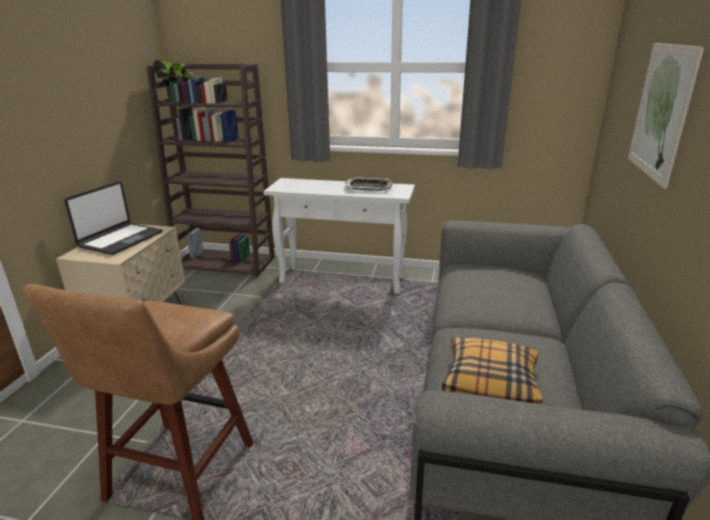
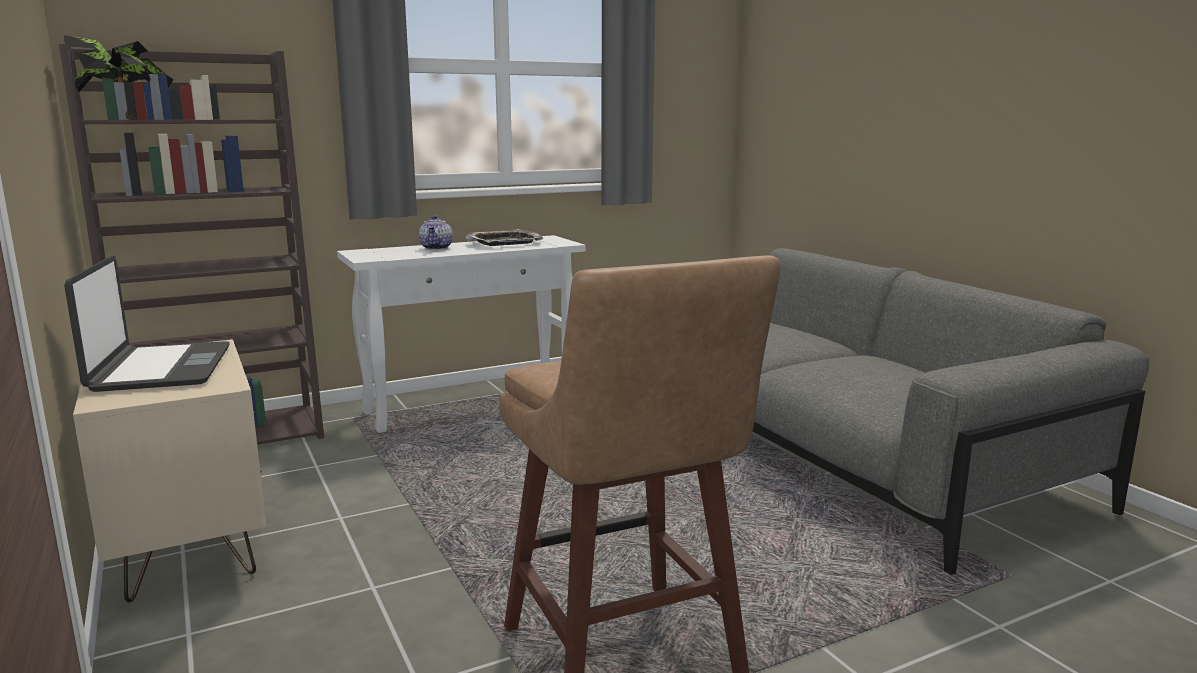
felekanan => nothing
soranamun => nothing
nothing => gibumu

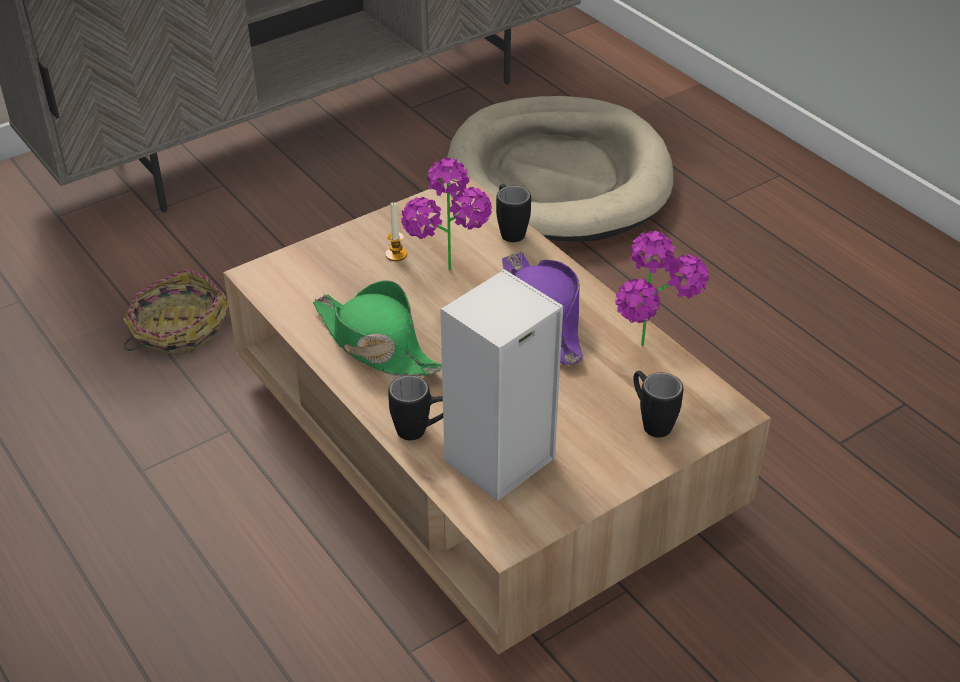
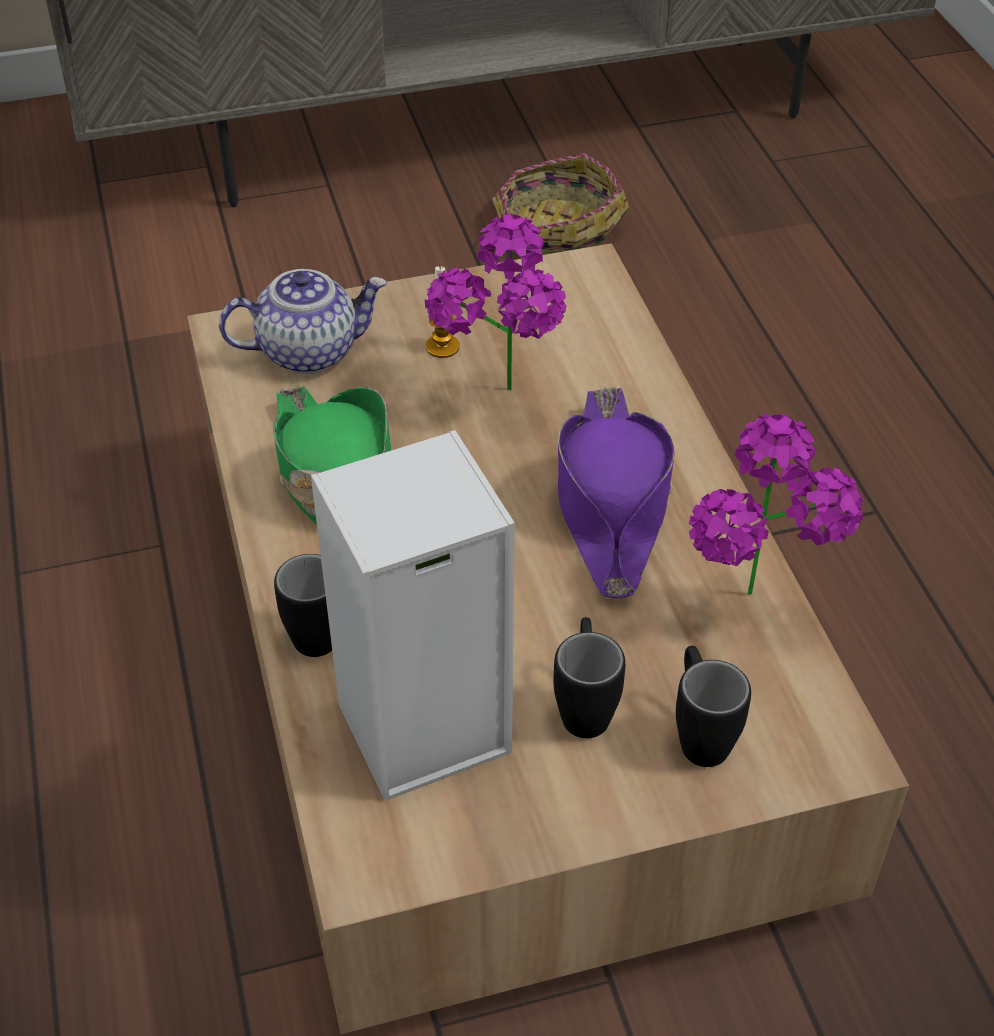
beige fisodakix => nothing
nothing => gibumu
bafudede, moved
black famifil (2nd from left), moved

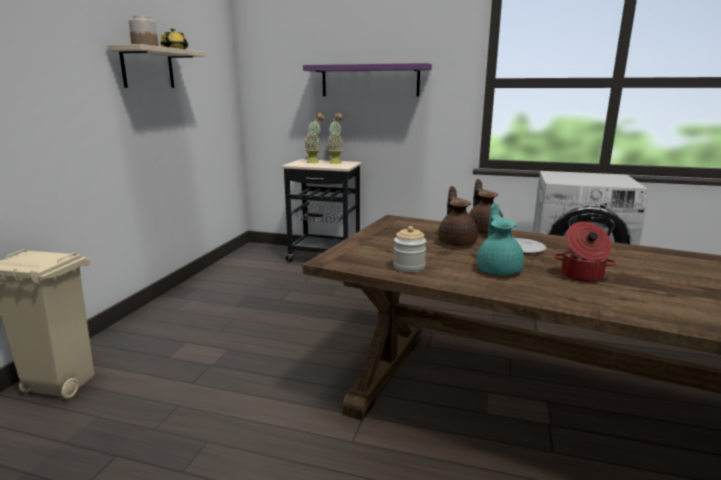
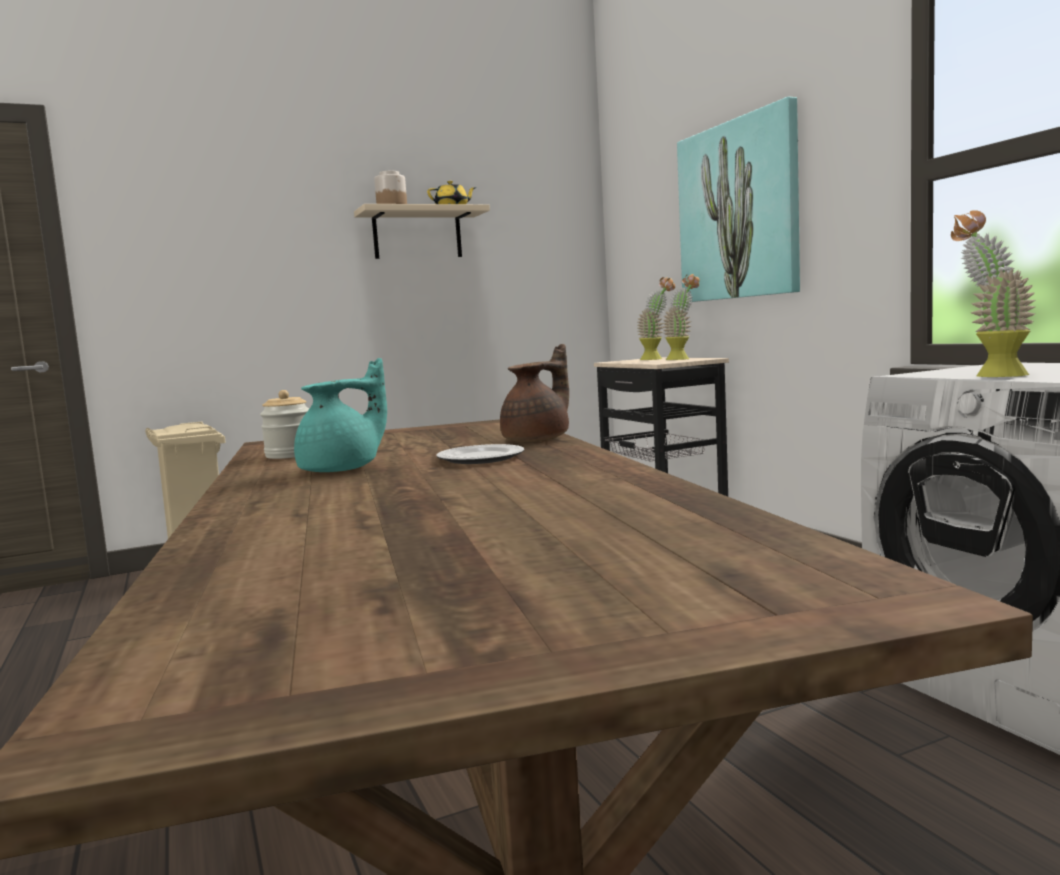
brown gibumu (1st from left) => nothing
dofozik => nothing
nothing => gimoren (3rd from left)
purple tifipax => soranamun

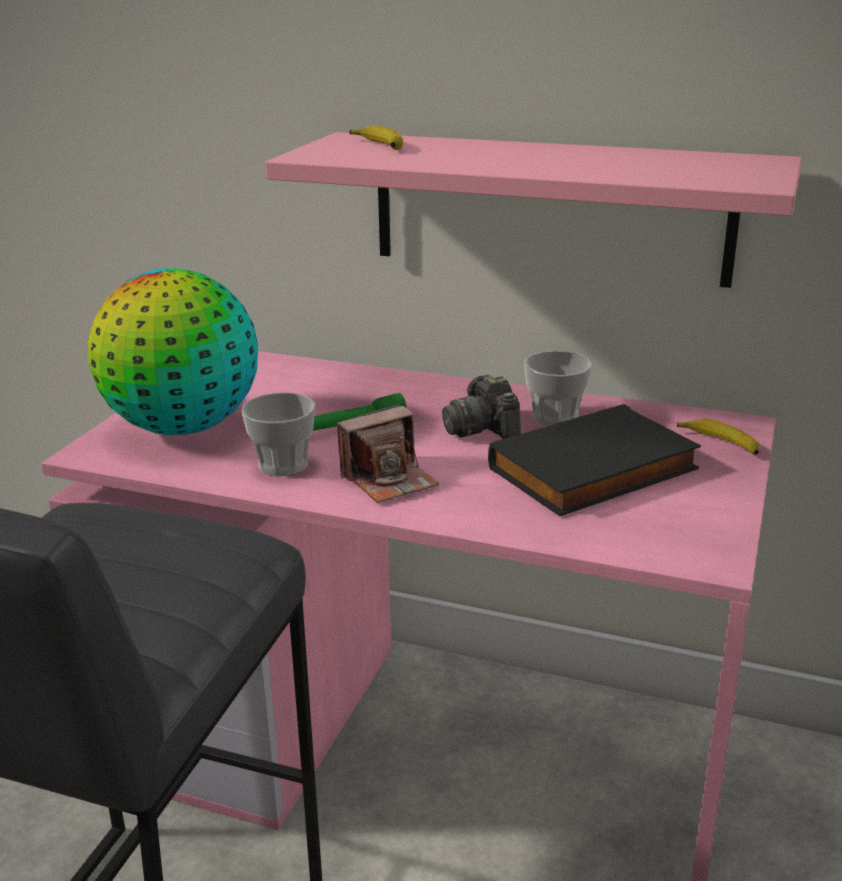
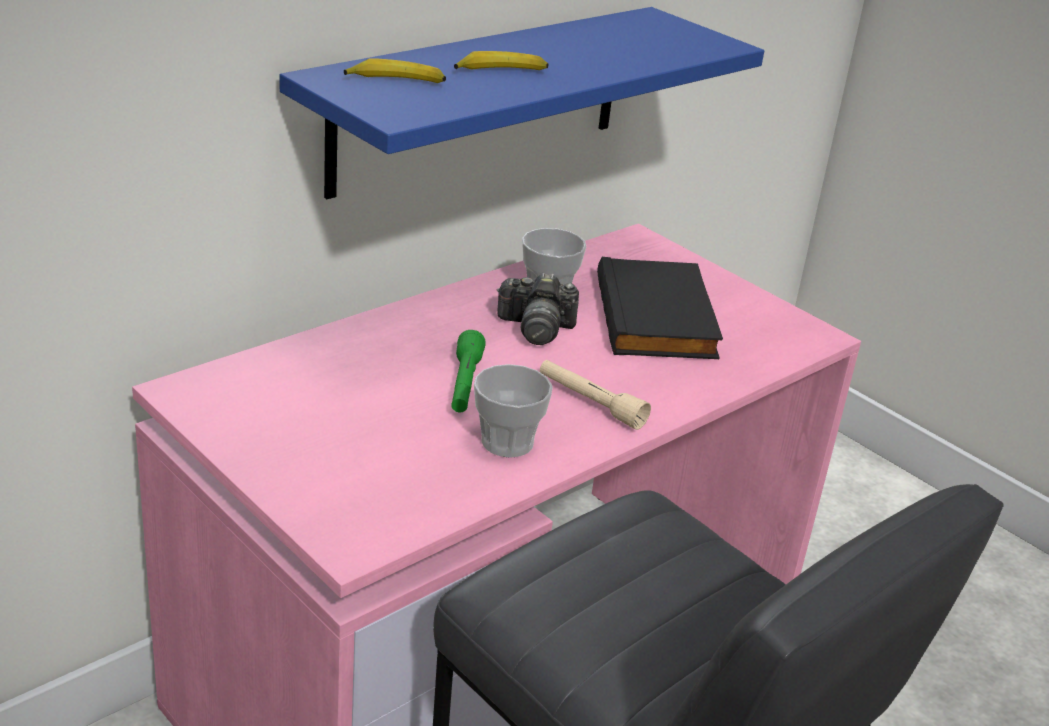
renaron => nothing
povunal (2nd from left), moved
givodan (1st from left) => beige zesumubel
pink tifipax => blue tifipax

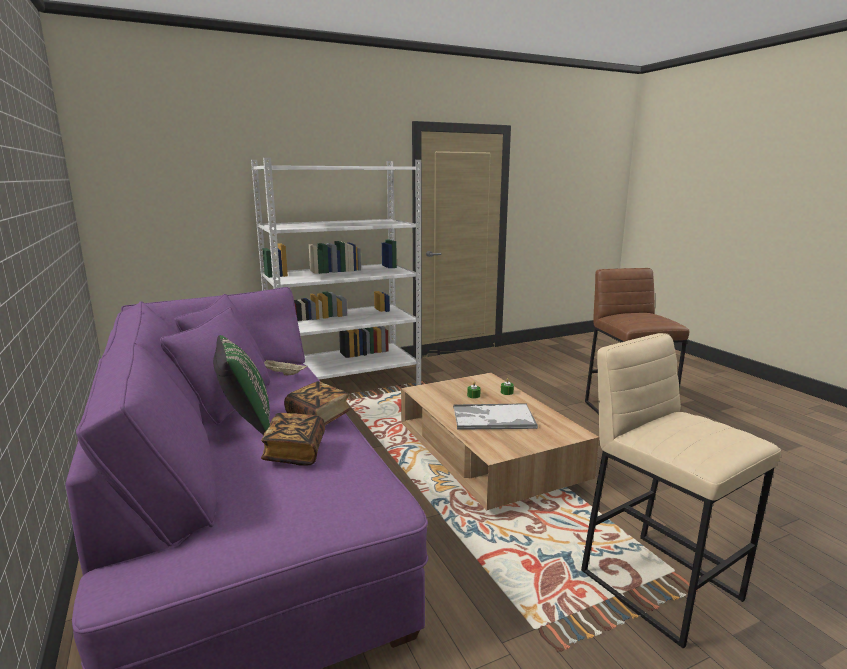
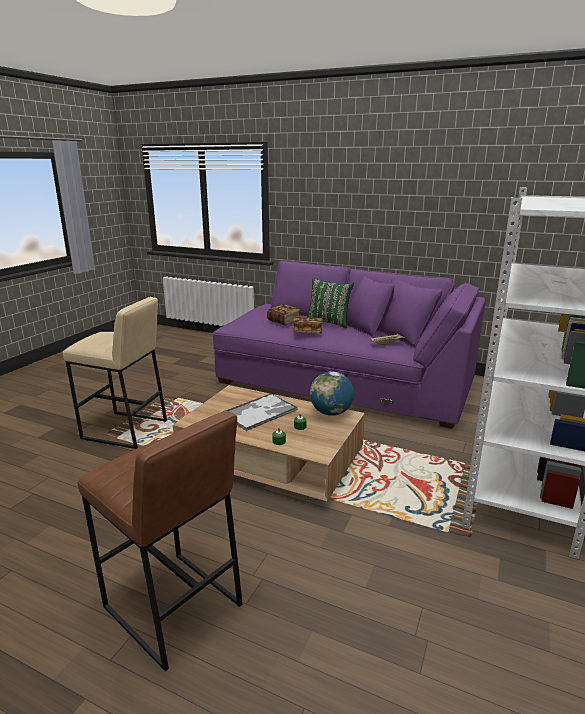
nothing => renaron

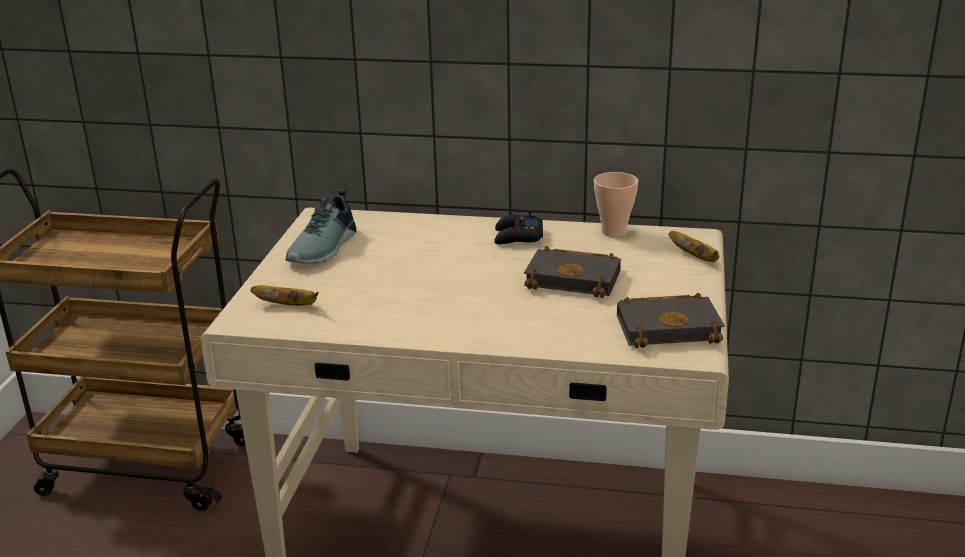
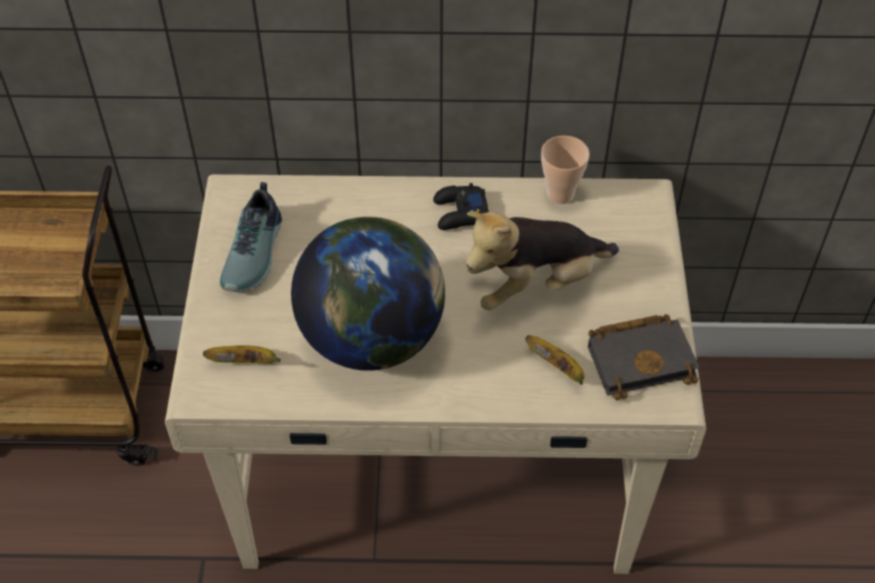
nothing => renaron
povunal (2nd from left), moved
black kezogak (1st from left) => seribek

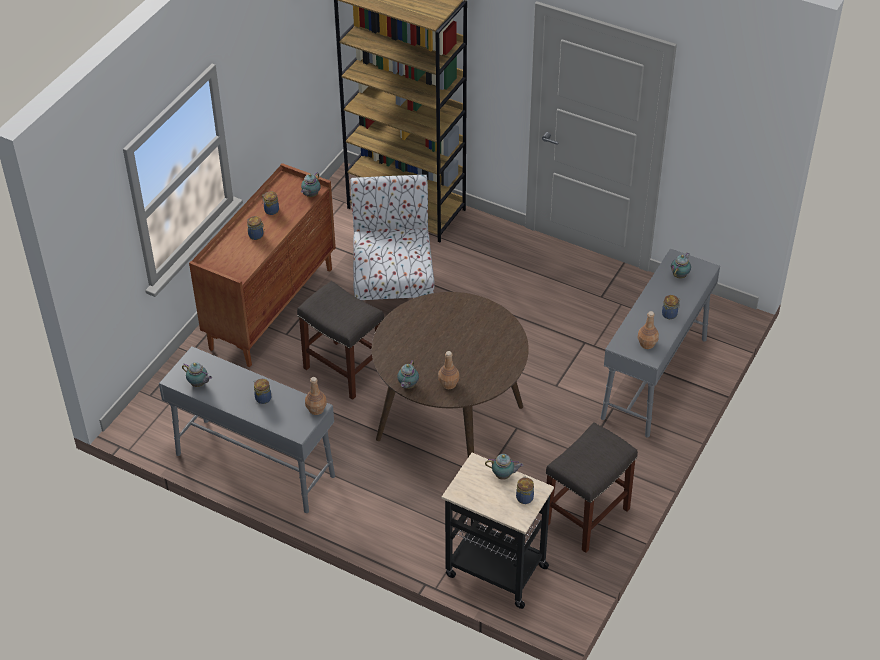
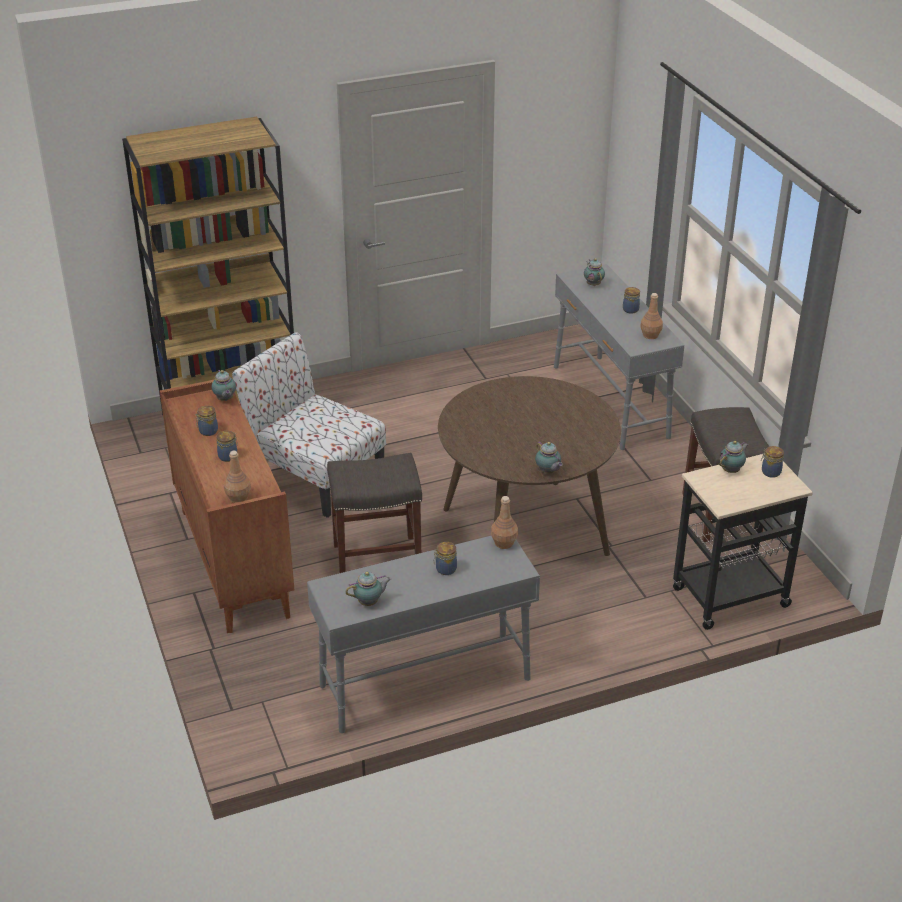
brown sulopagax (2nd from left in the first image) => brown sulopagax (1st from left), moved

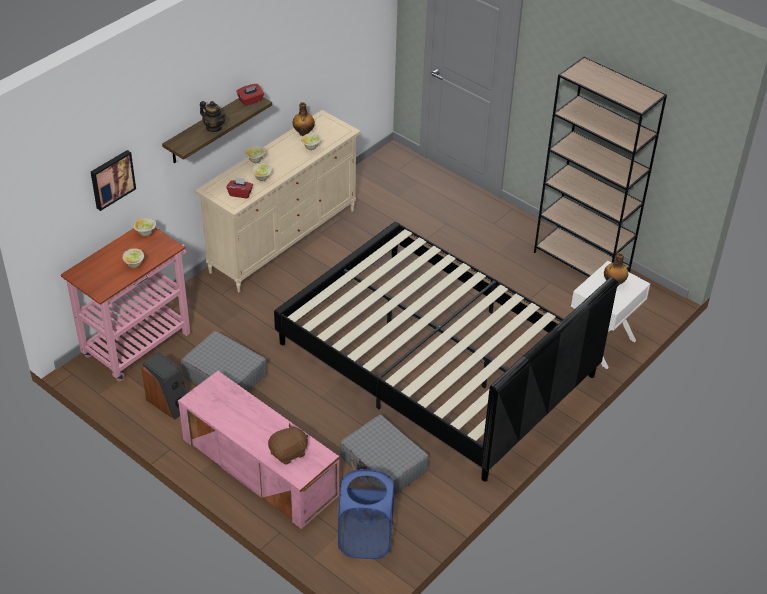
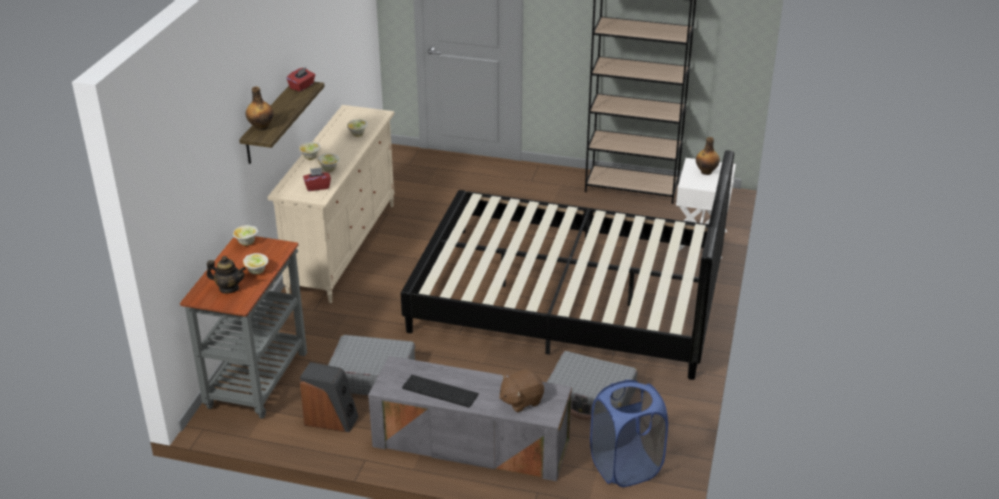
soranamun => nothing
nothing => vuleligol
gibumu, moved
sulopagax (1st from left), moved
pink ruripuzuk => grey ruripuzuk
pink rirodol => grey rirodol
brown seribek, 150 degrees counterclockwise

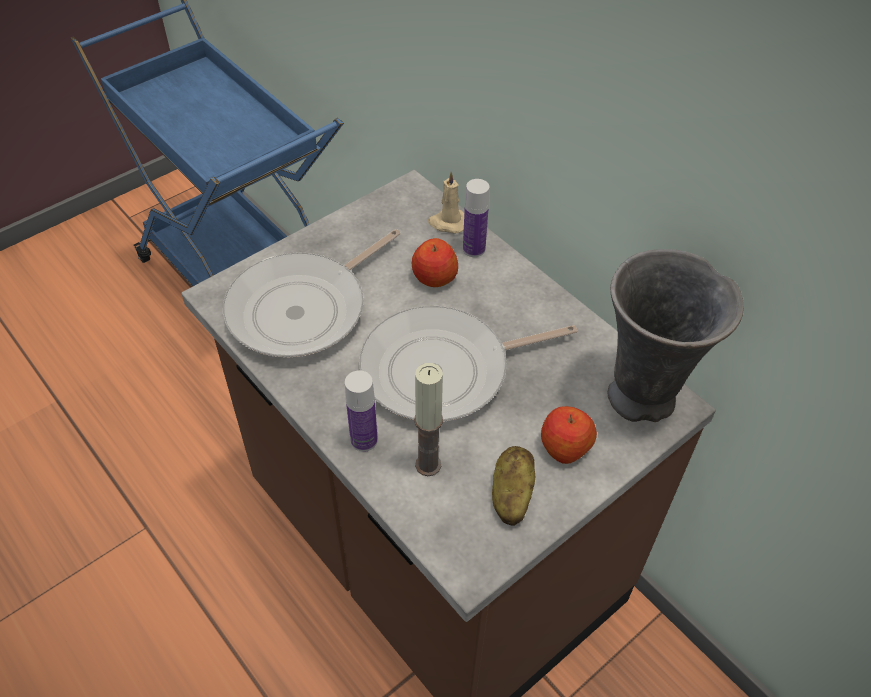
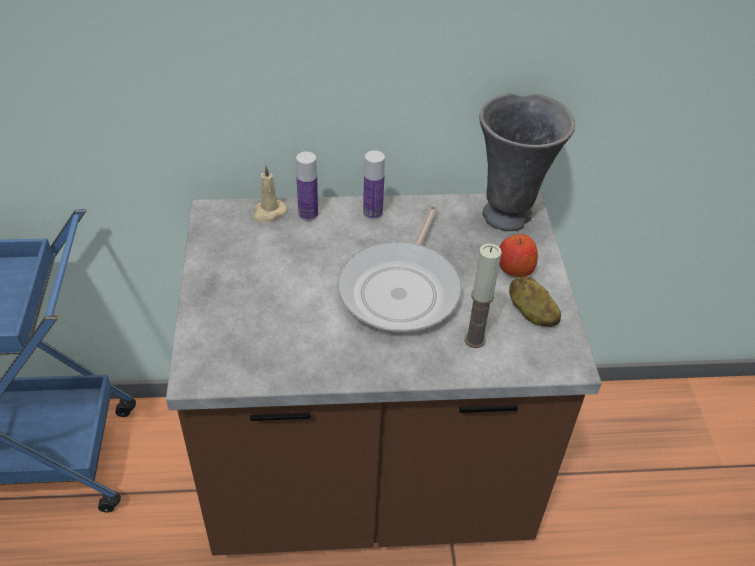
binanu (1st from left) => nothing
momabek (1st from left) => nothing
sulopagax (1st from left in the first image) => sulopagax (2nd from left), moved

